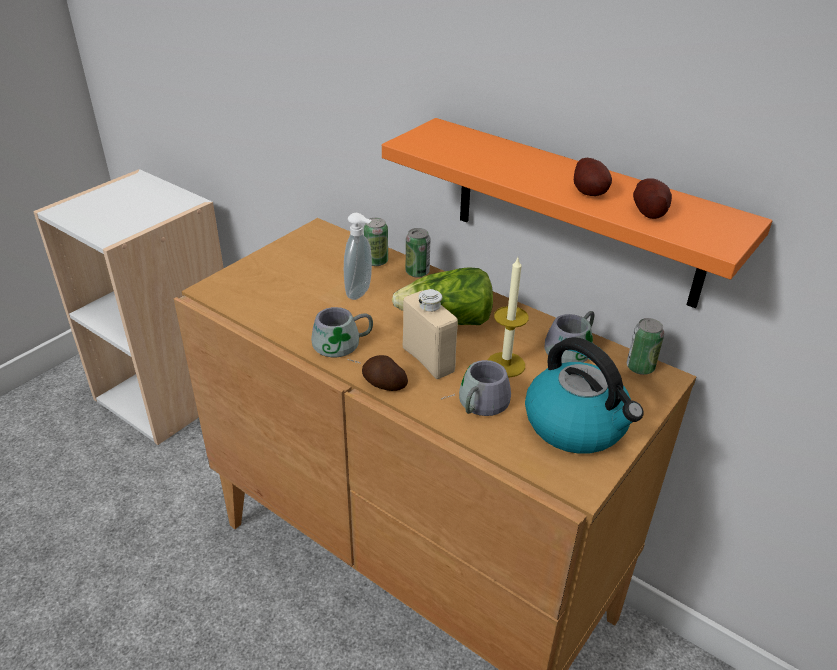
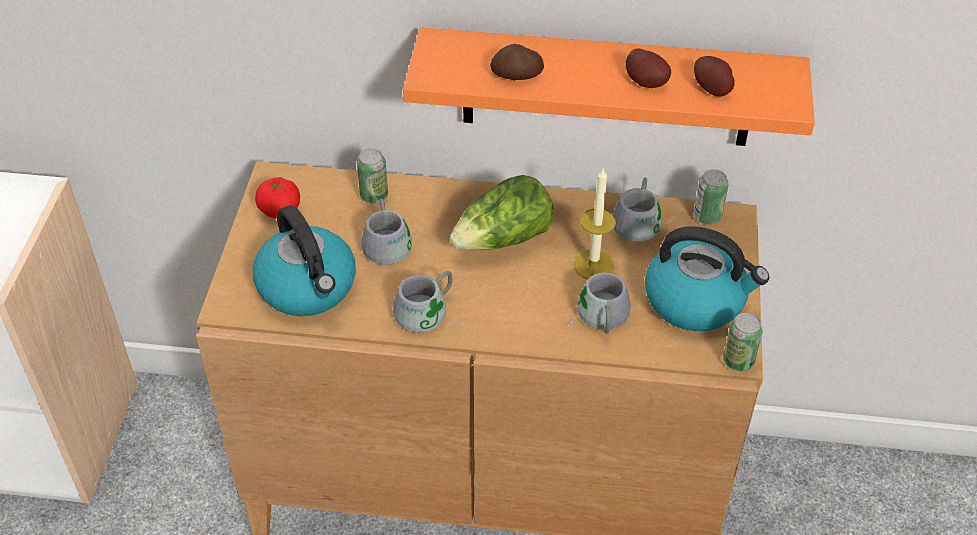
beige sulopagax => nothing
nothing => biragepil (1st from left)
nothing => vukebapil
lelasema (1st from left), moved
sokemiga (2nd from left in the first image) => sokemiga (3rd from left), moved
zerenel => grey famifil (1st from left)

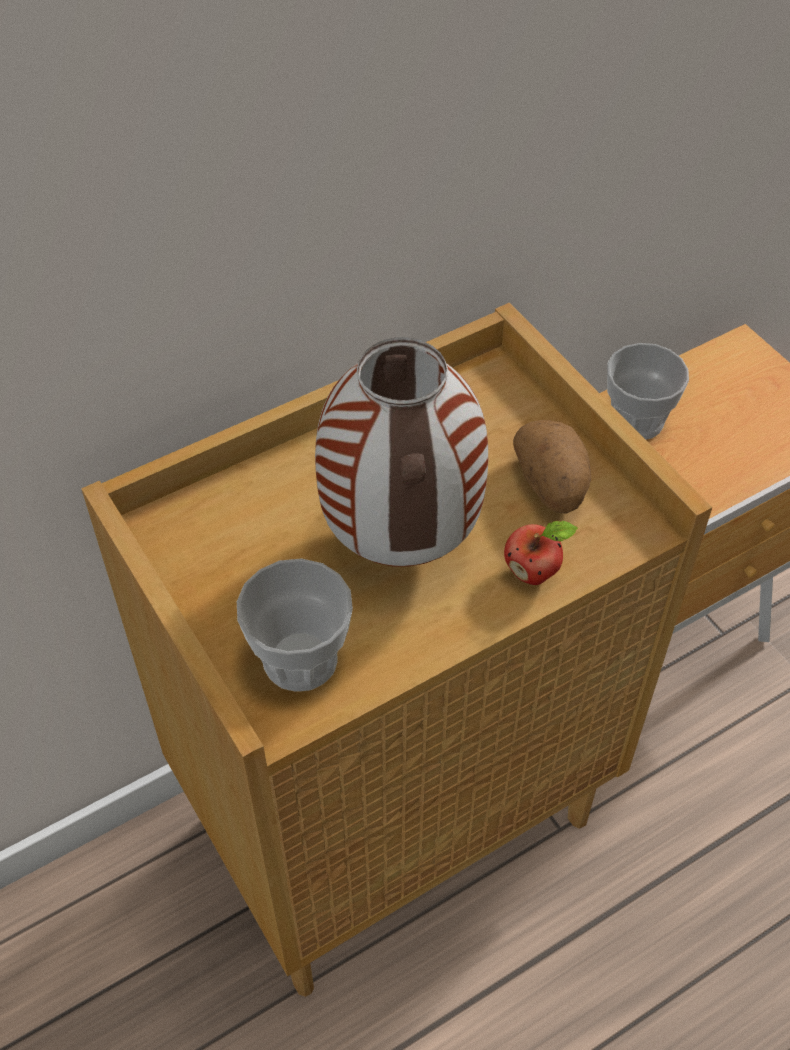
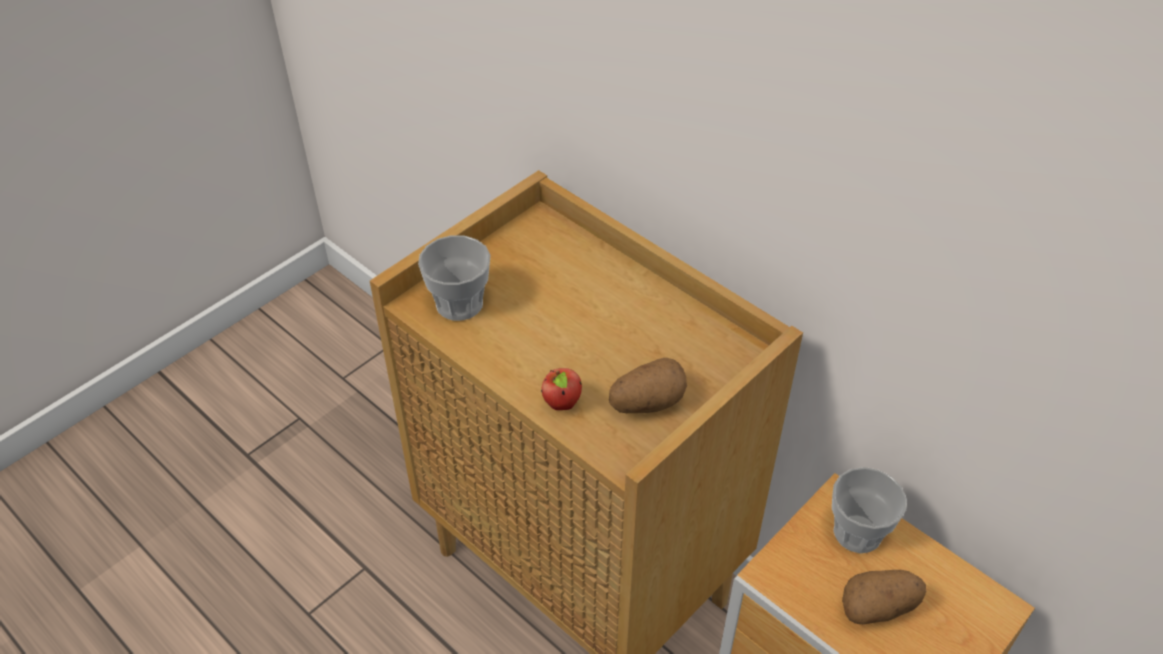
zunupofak => nothing
nothing => lelasema (2nd from left)

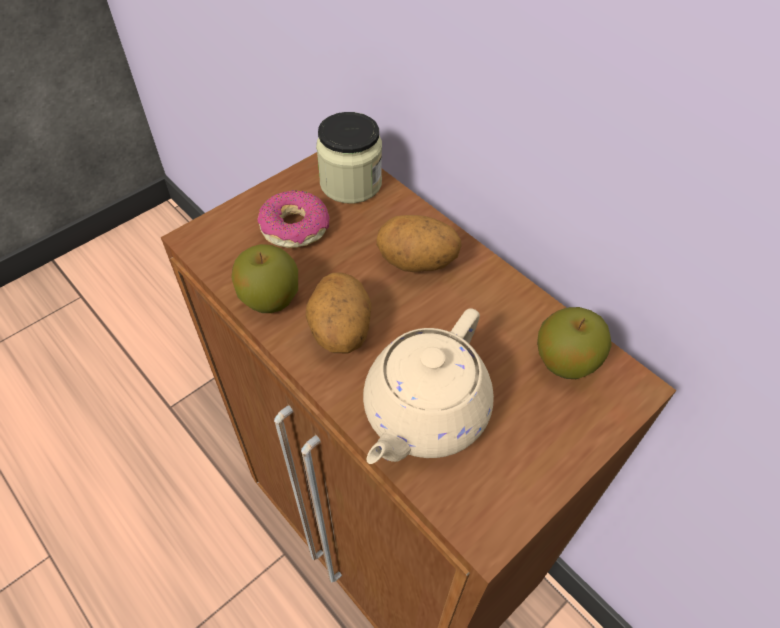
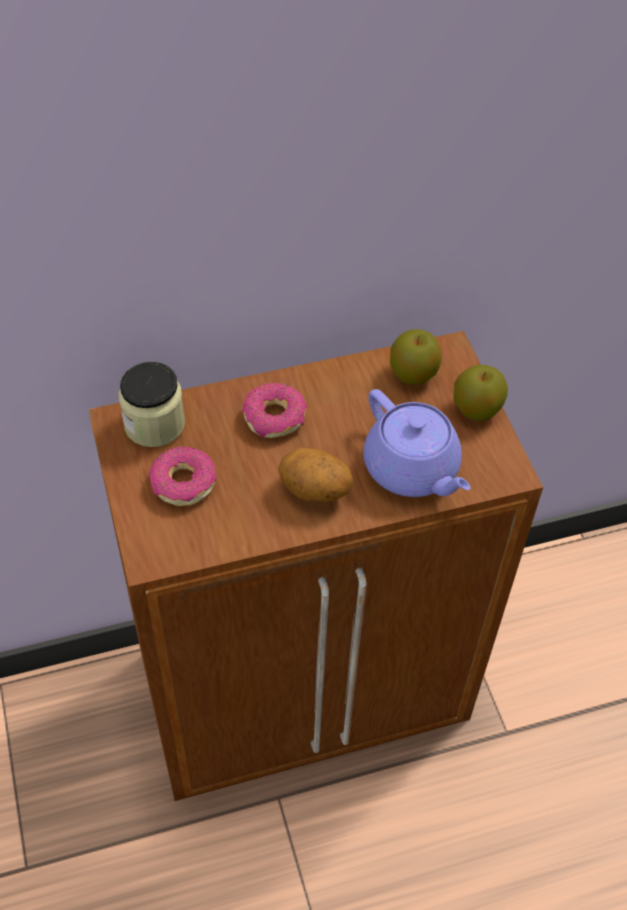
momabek (1st from left in the first image) => momabek (2nd from left), moved
lelasema (2nd from left) => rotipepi (2nd from left)
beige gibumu => purple gibumu

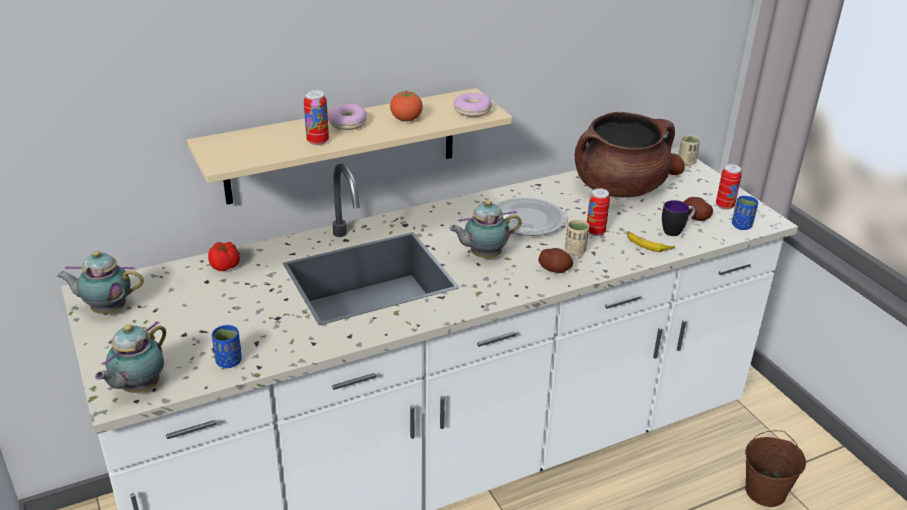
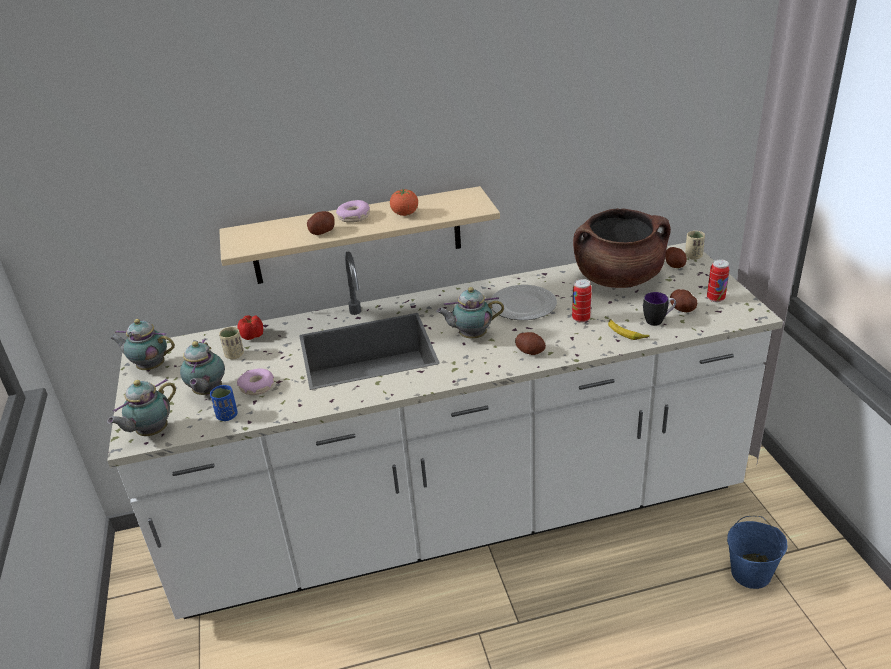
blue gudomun (2nd from left) => nothing
nothing => gibumu (3rd from left)
rotipepi (2nd from left in the first image) => rotipepi (1st from left), moved
beige gudomun (1st from left), moved
sokemiga (1st from left) => lelasema (1st from left)
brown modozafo => blue modozafo

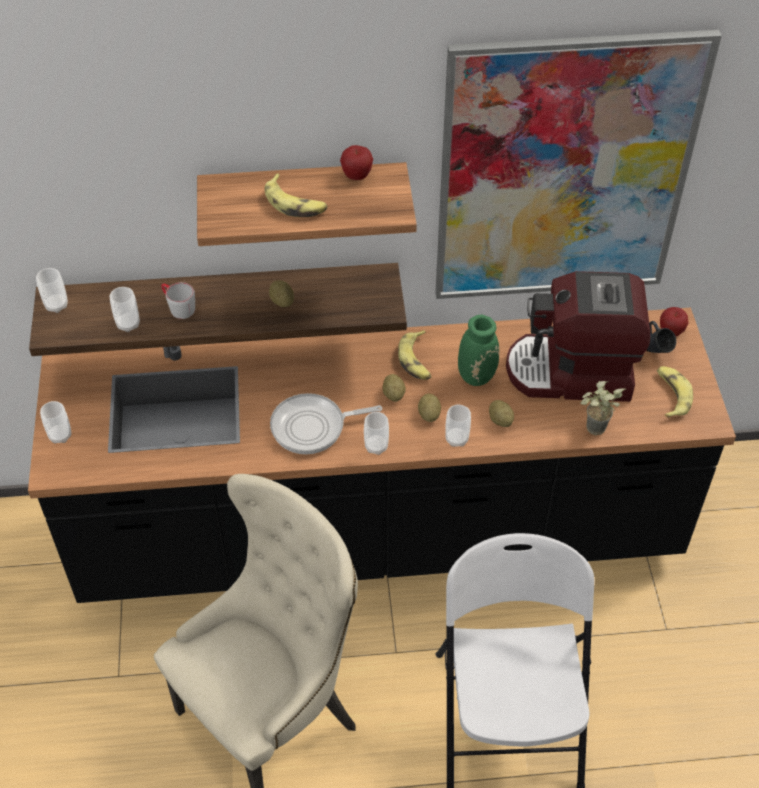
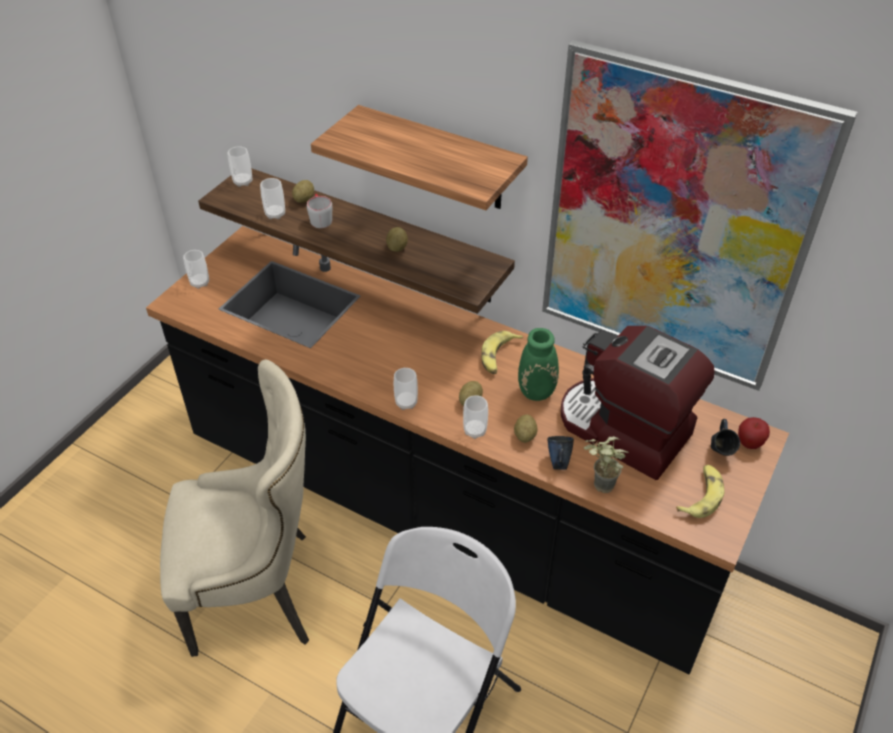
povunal (1st from left) => nothing
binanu => nothing
momabek (1st from left) => nothing
nothing => blue famifil (1st from left)
lelasema (2nd from left in the first image) => lelasema (1st from left), moved

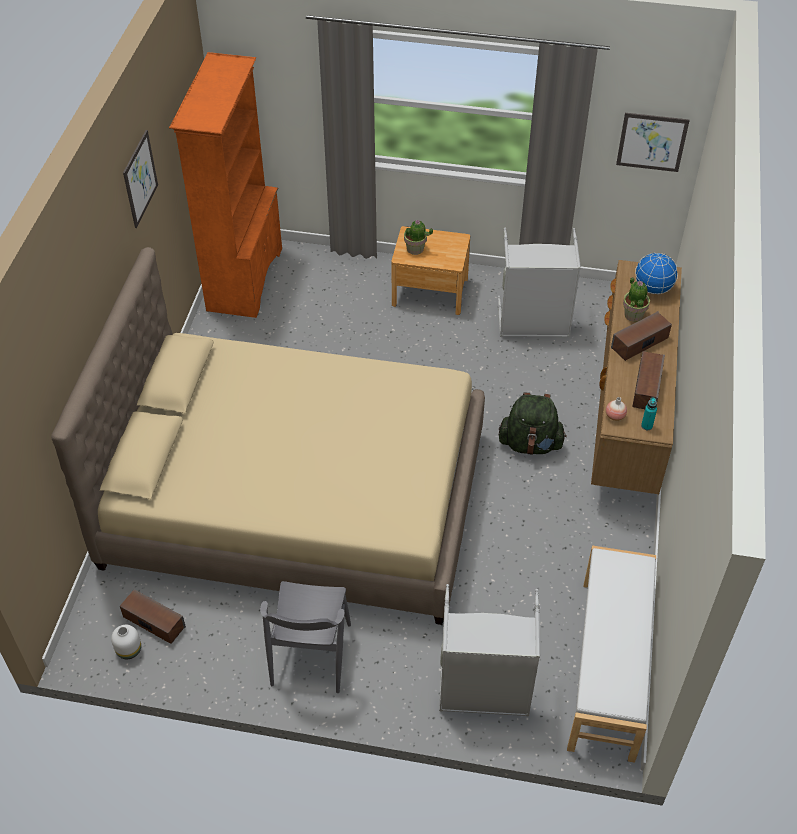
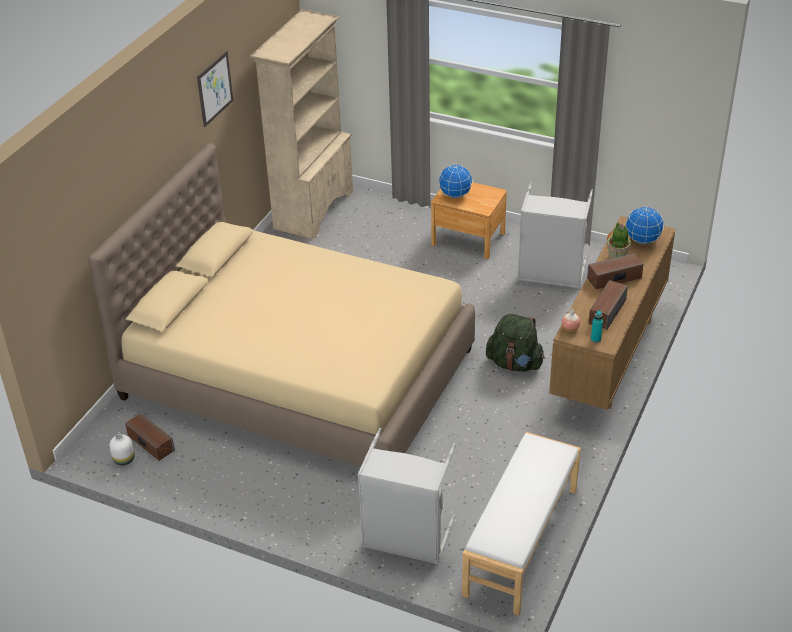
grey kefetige => nothing
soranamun (2nd from left) => nothing
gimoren (1st from left) => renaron (1st from left)
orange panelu => beige panelu

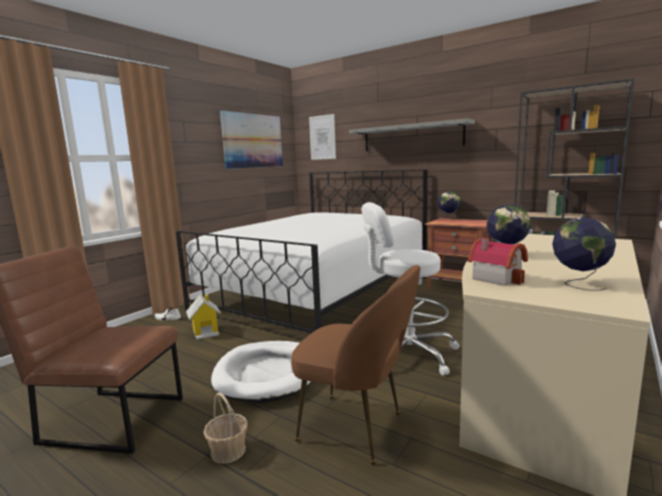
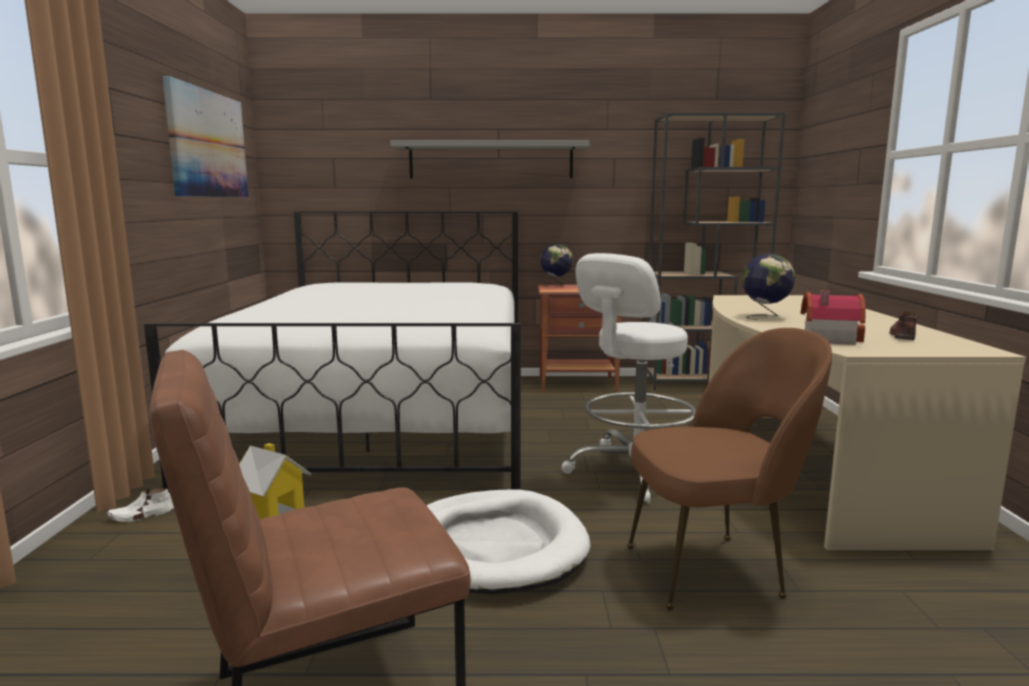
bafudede => nothing
soranamun (2nd from left) => nothing
renaron (3rd from left) => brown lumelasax

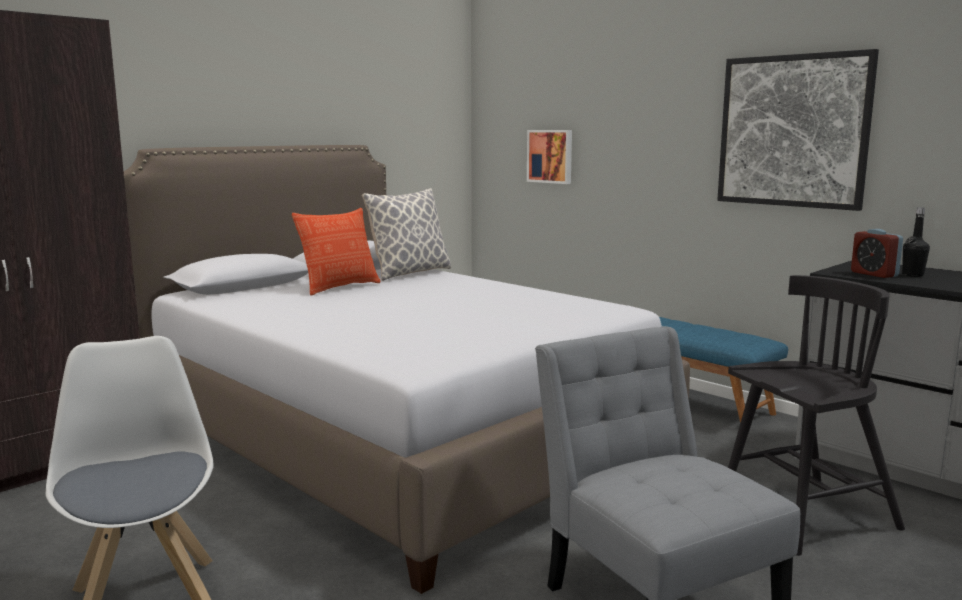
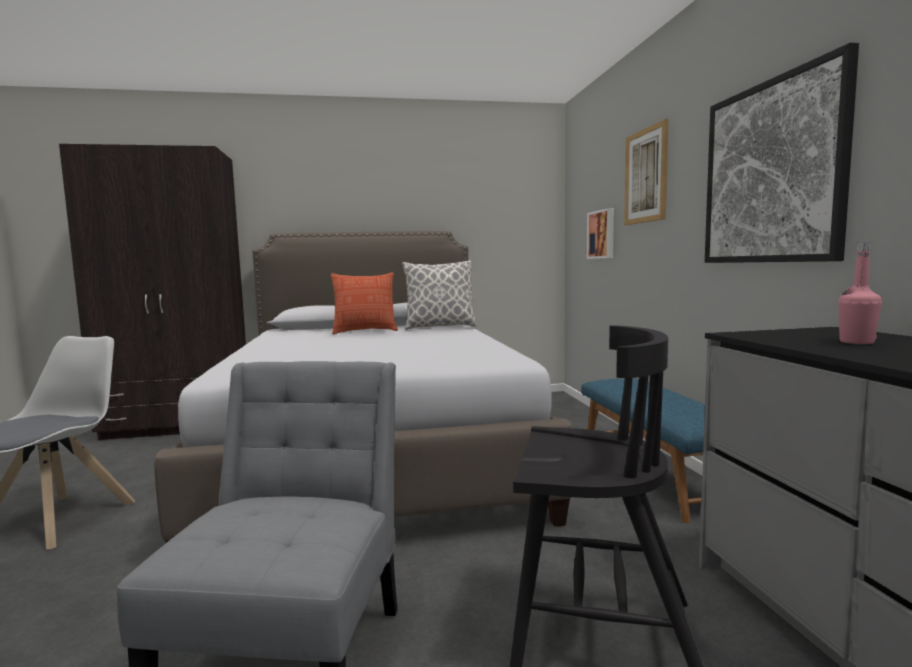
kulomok => nothing
nothing => soranamun (2nd from left)
black sulopagax => pink sulopagax

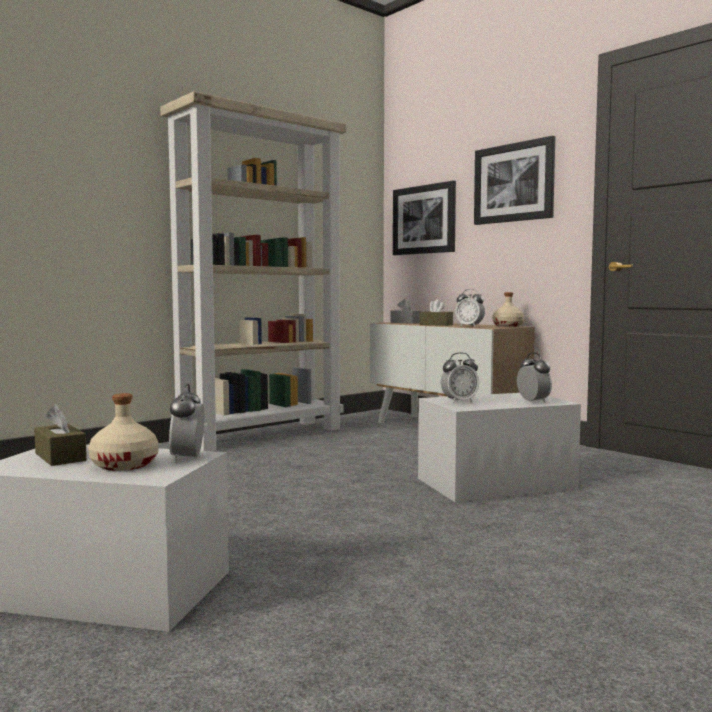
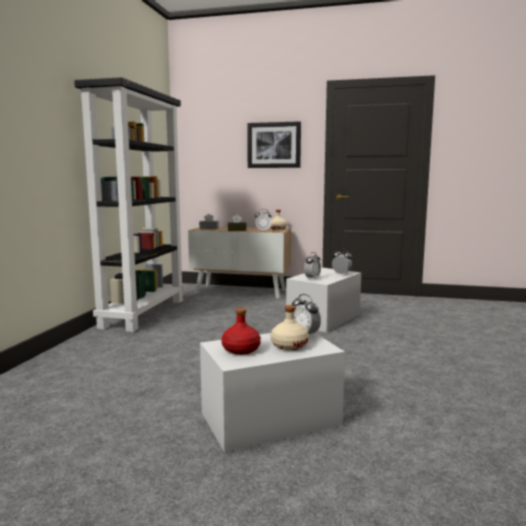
soranamun (1st from left) => nothing
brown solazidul (1st from left) => red sulopagax
beige panelu => black panelu

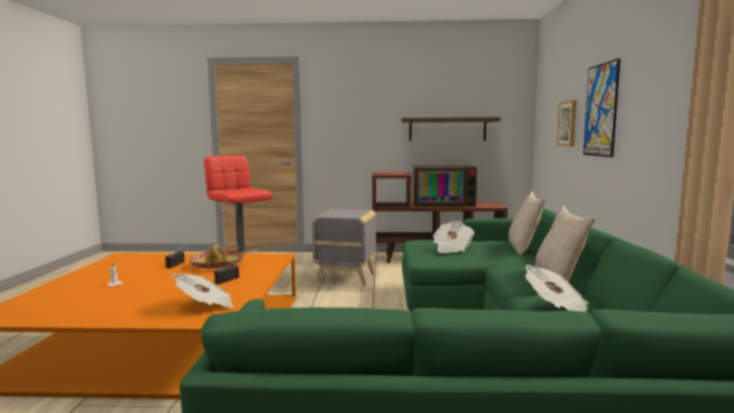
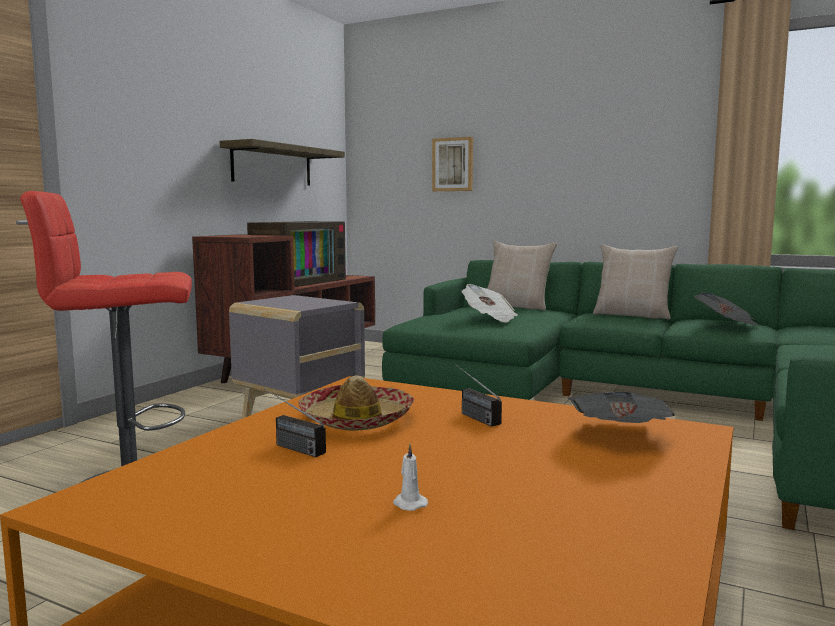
soranamun (2nd from left) => nothing

